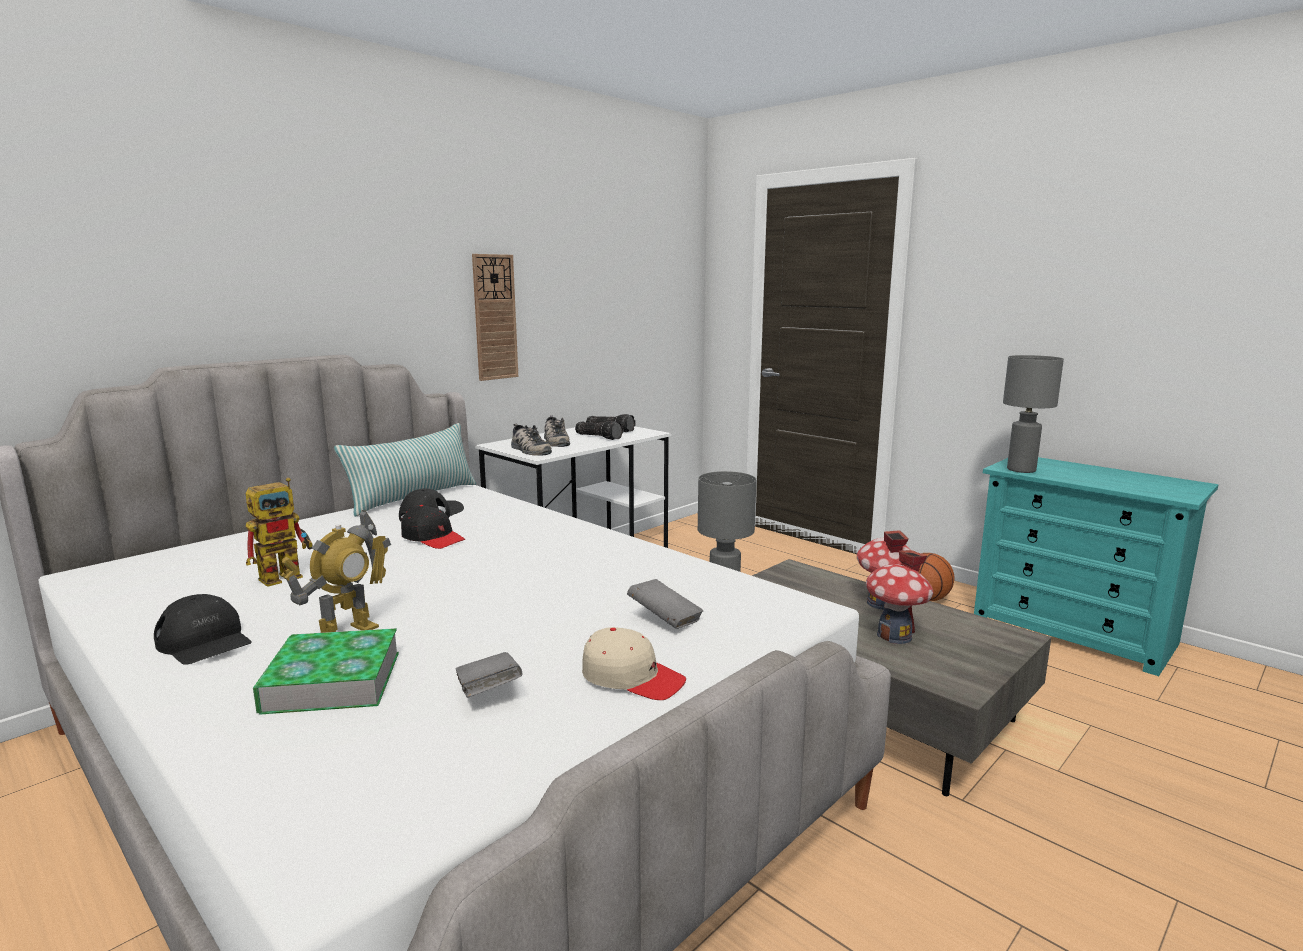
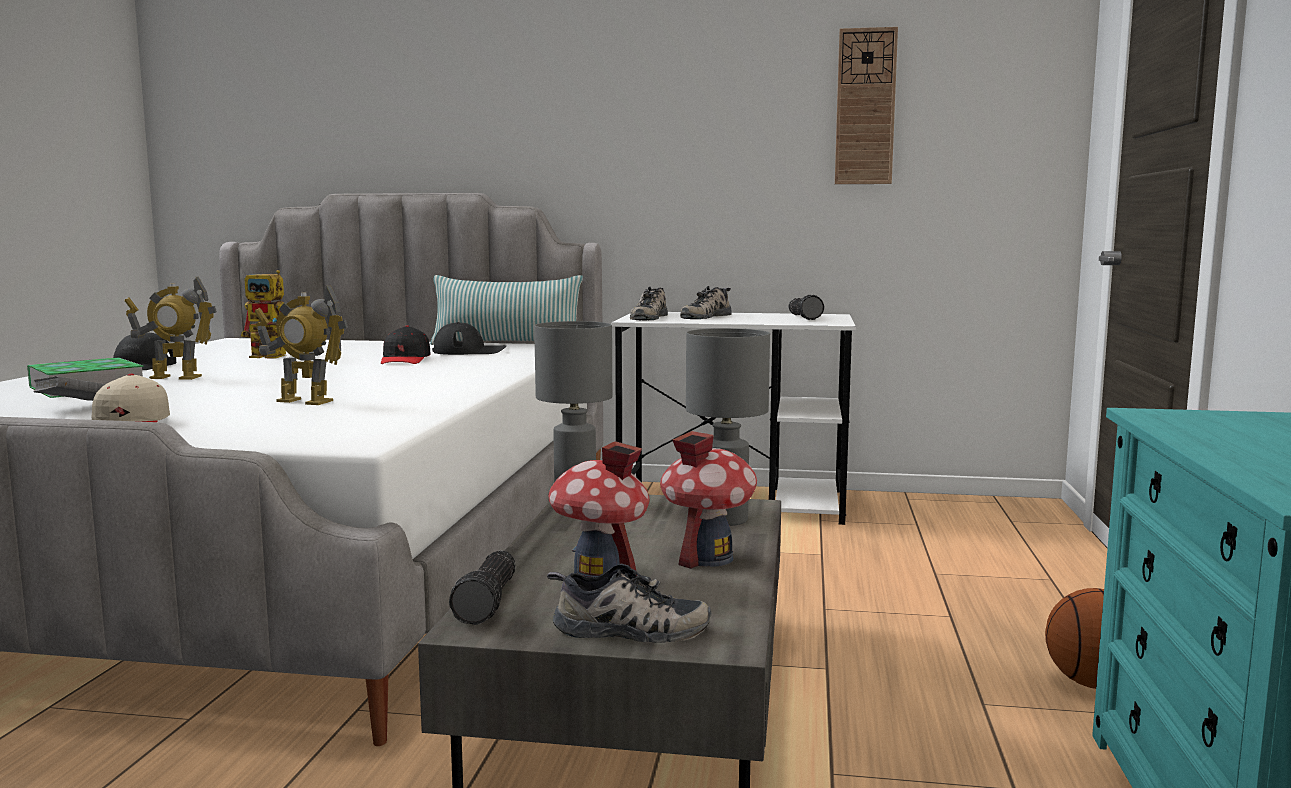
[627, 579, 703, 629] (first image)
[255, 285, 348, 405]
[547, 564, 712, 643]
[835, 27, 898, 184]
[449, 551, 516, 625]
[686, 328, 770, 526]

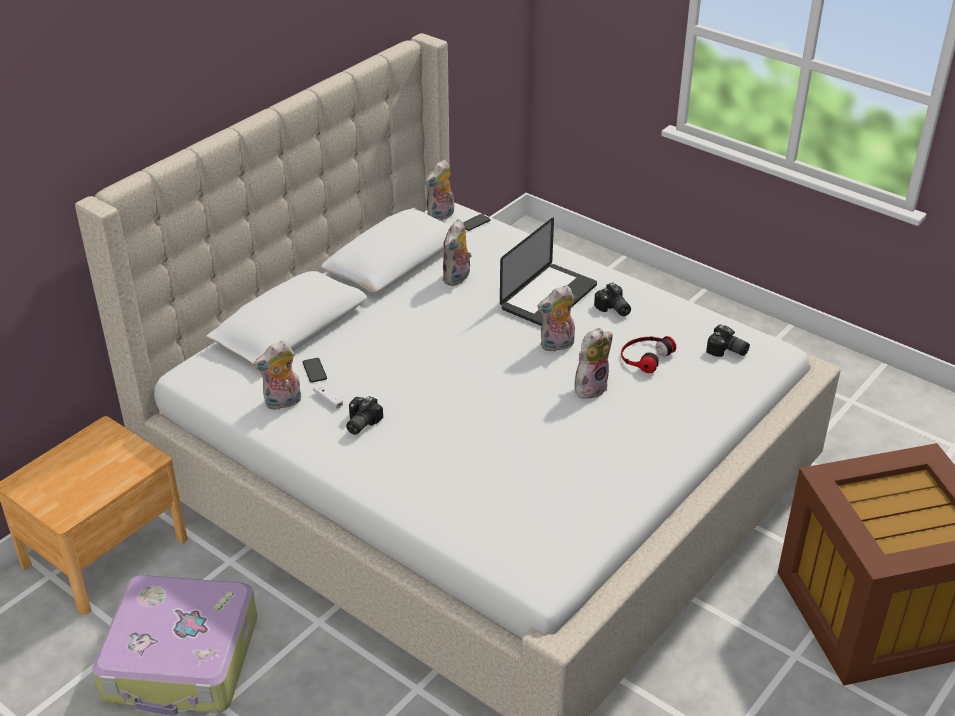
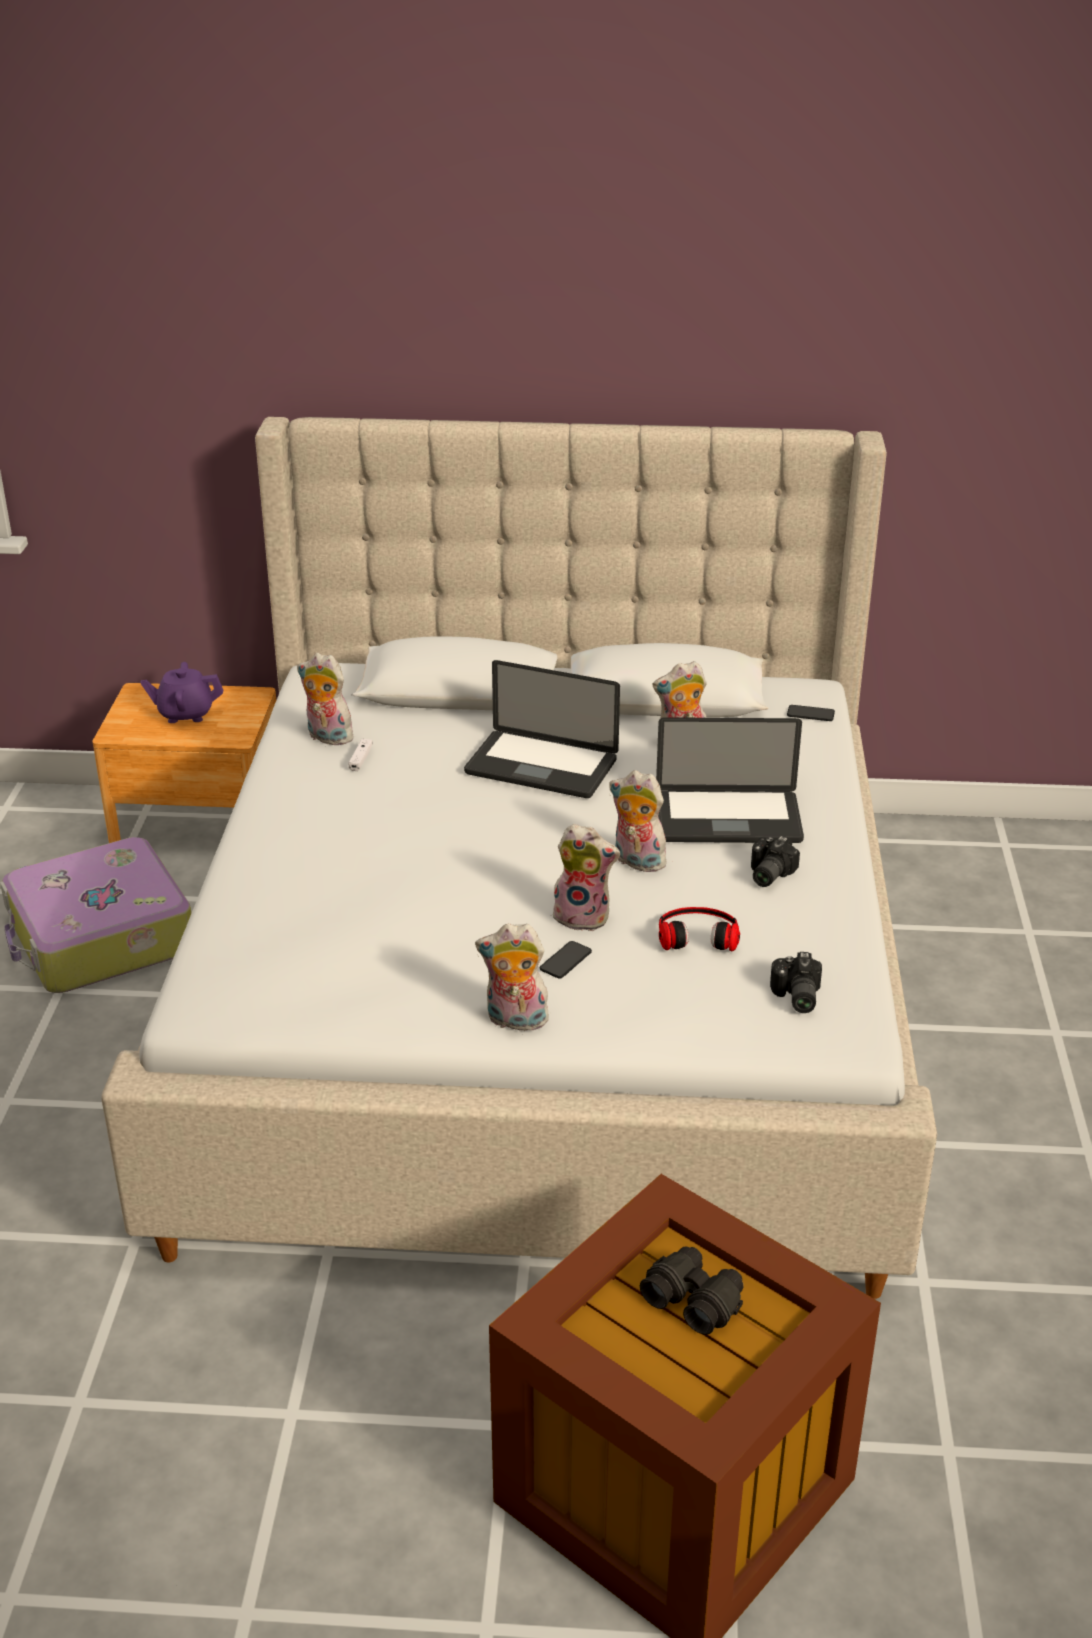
[346, 396, 383, 435] (first image)
[141, 662, 223, 723]
[464, 660, 620, 798]
[640, 1246, 743, 1335]
[540, 941, 592, 978]
[475, 923, 554, 1031]

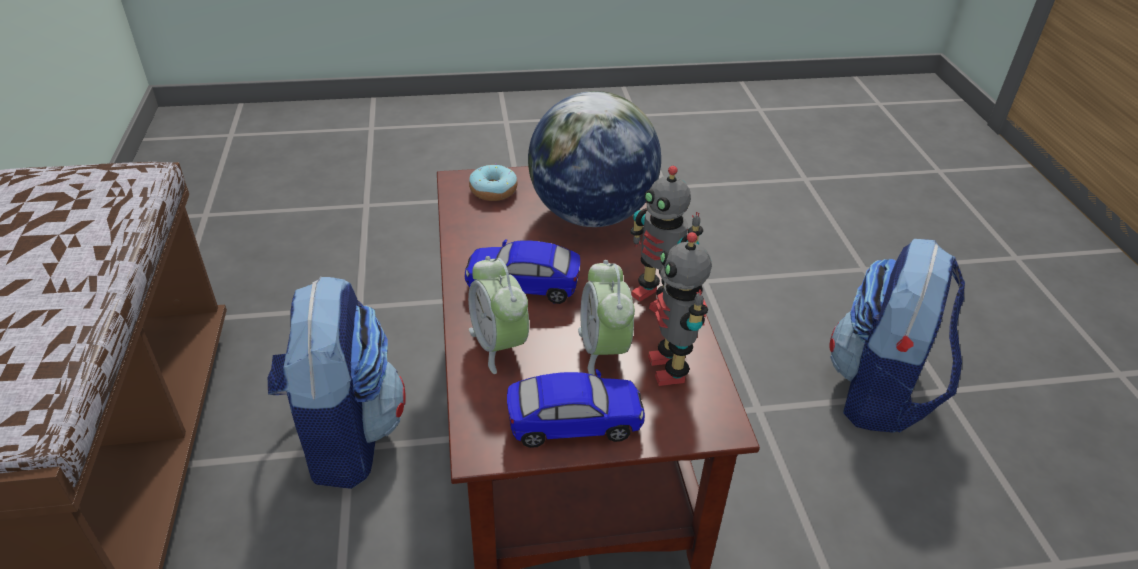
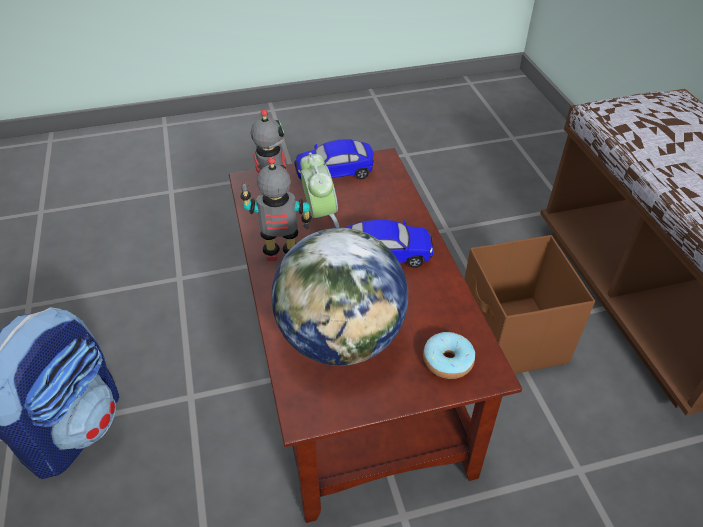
[468, 256, 529, 374] (first image)
[464, 235, 595, 374]
[240, 157, 311, 261]

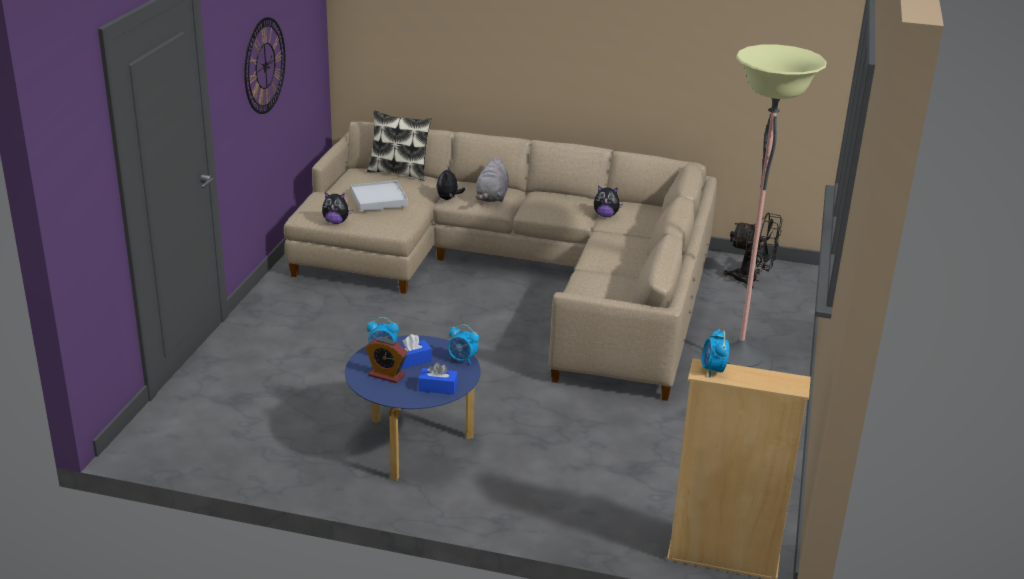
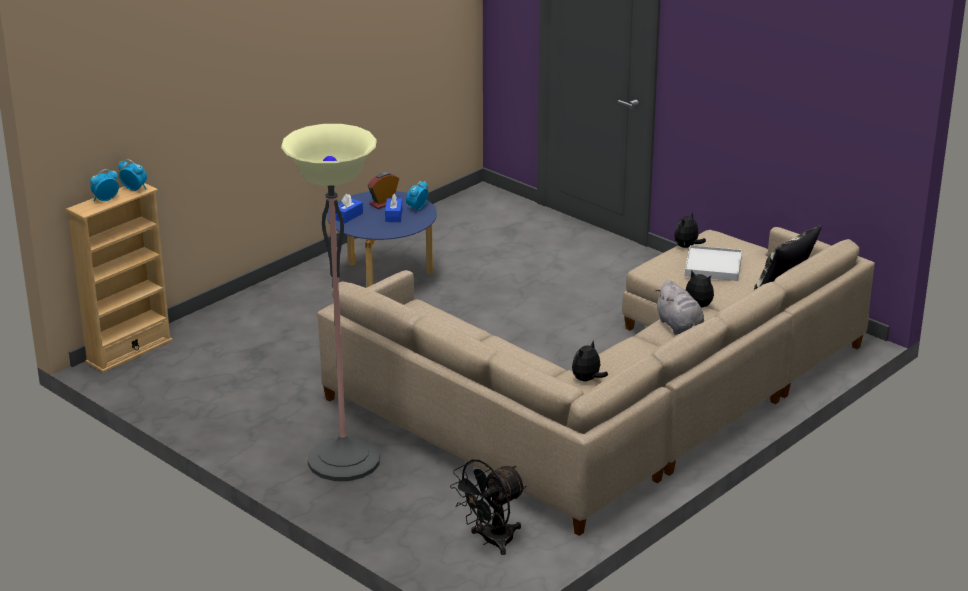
[244, 17, 285, 114] (first image)
[90, 169, 119, 201]
[655, 280, 704, 335]

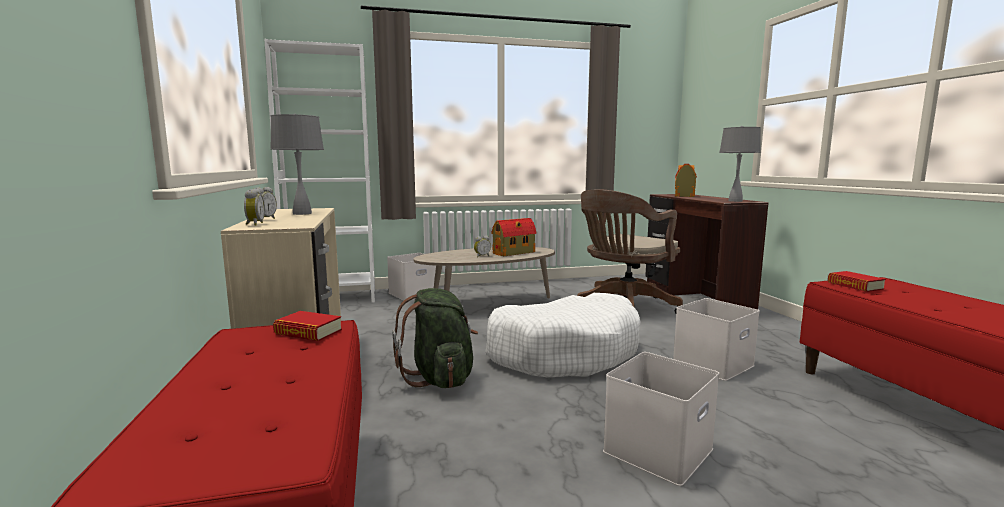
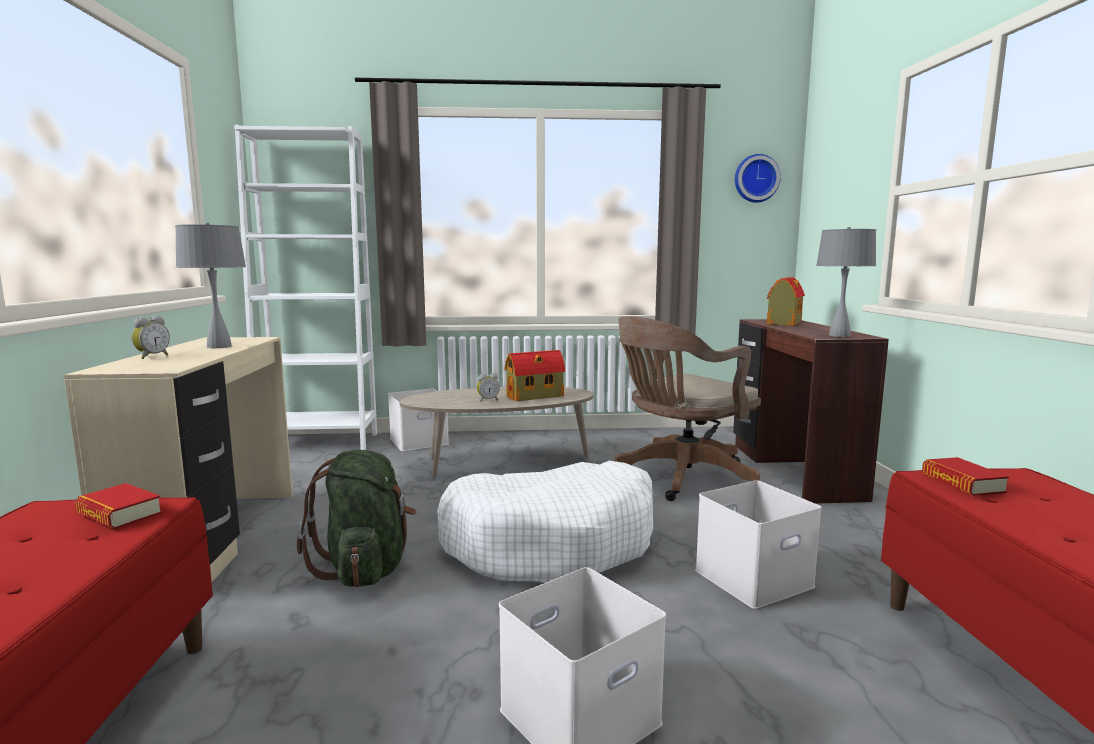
[244, 189, 265, 226] (first image)
[735, 154, 781, 203]

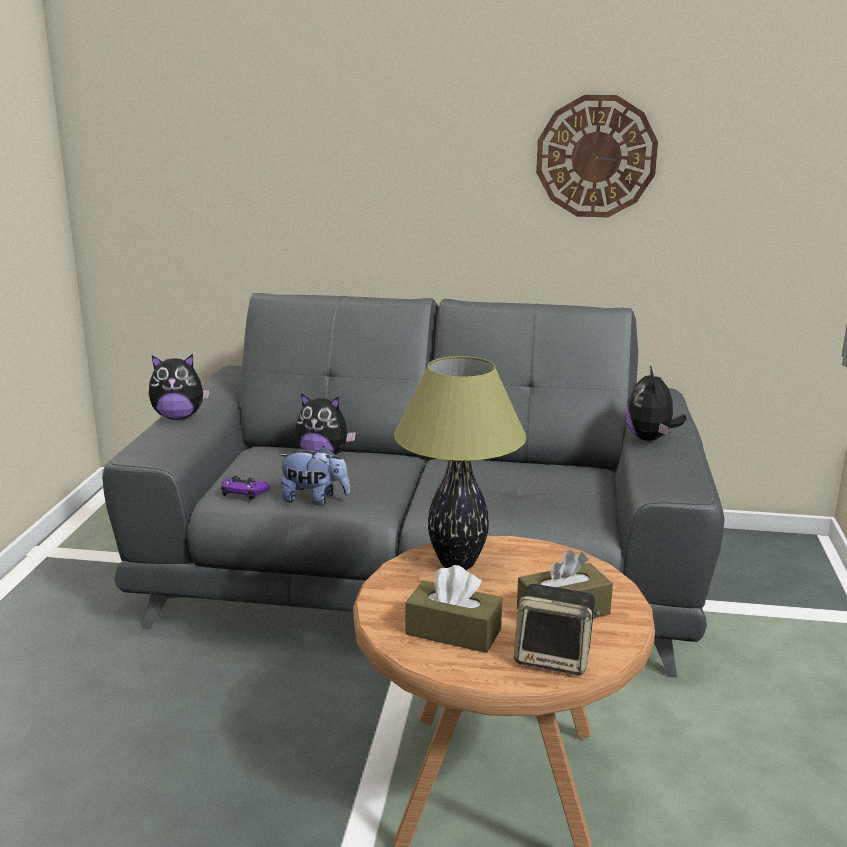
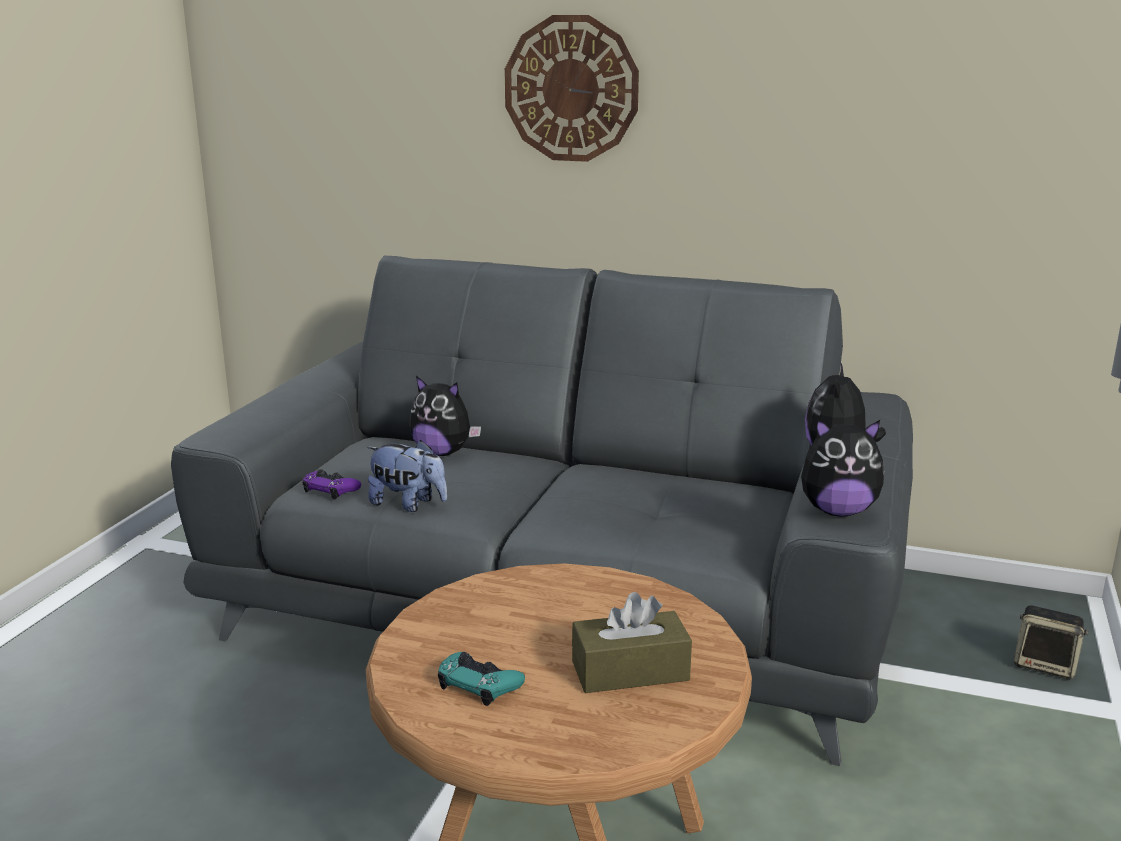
[394, 356, 526, 570] (first image)
[801, 419, 885, 517]
[1014, 605, 1088, 680]
[505, 15, 639, 162]
[438, 652, 525, 706]

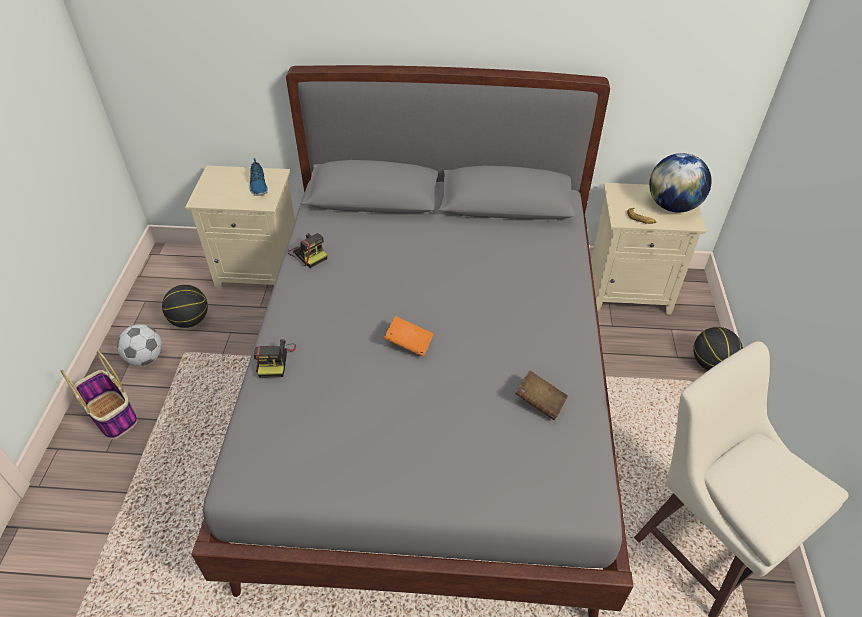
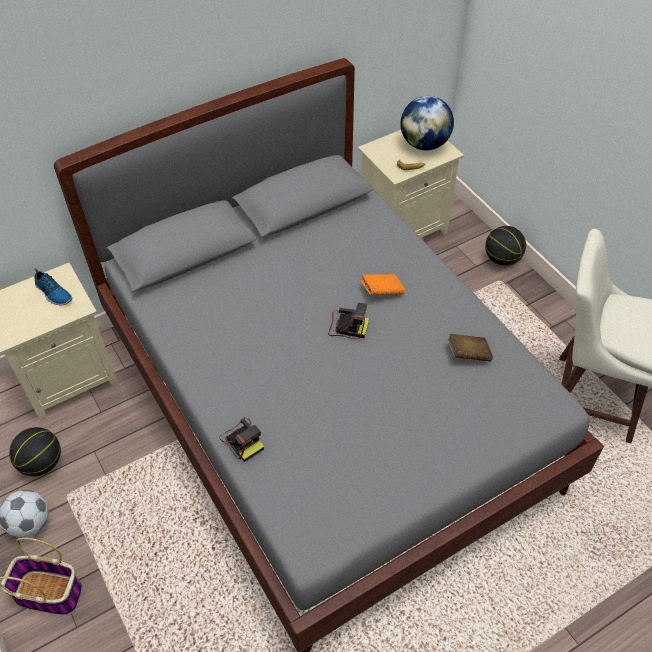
[328, 303, 369, 339]
[361, 274, 405, 295]

